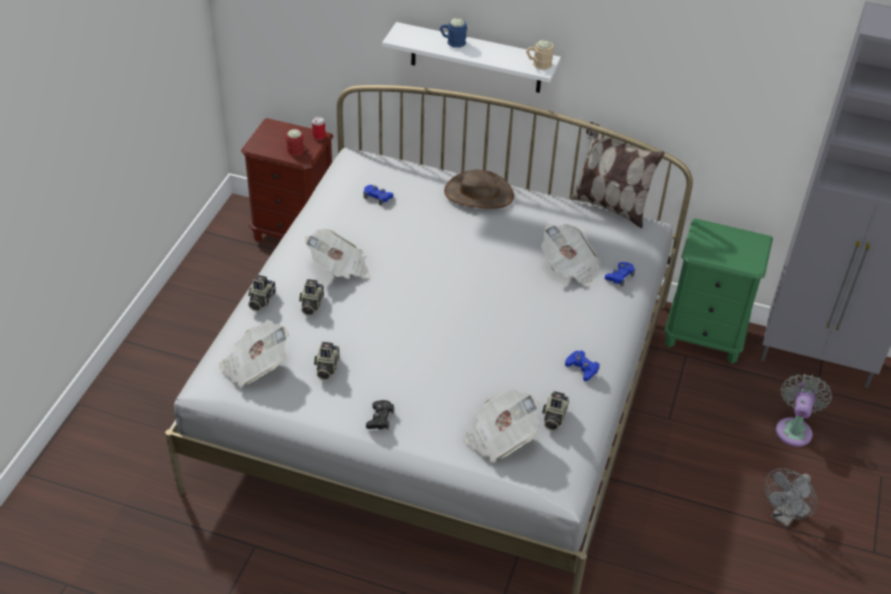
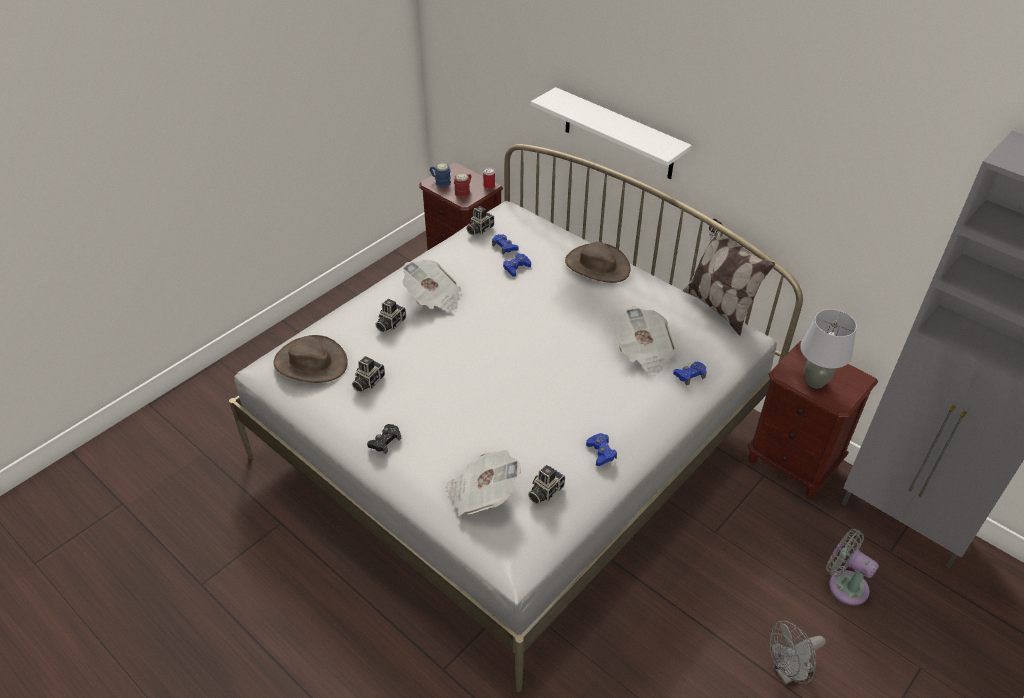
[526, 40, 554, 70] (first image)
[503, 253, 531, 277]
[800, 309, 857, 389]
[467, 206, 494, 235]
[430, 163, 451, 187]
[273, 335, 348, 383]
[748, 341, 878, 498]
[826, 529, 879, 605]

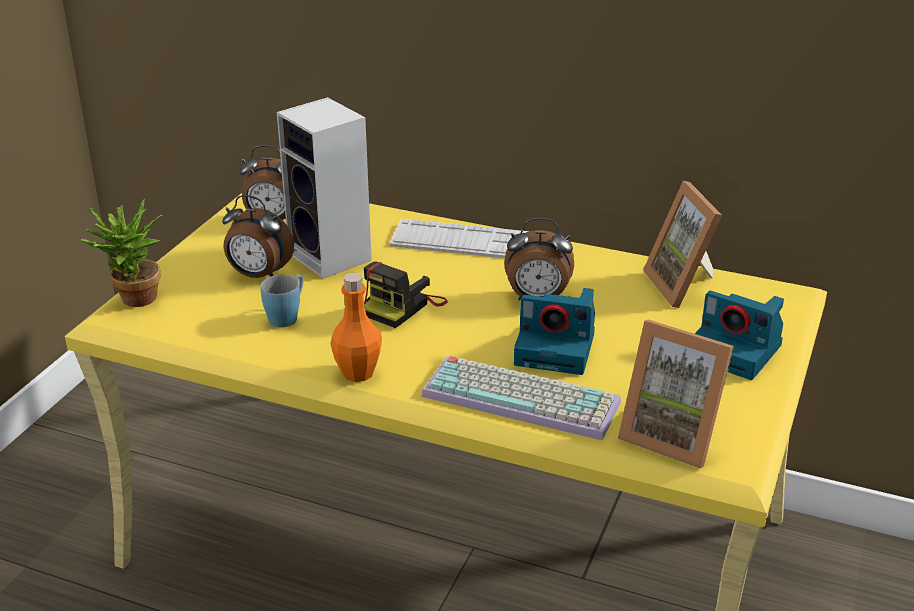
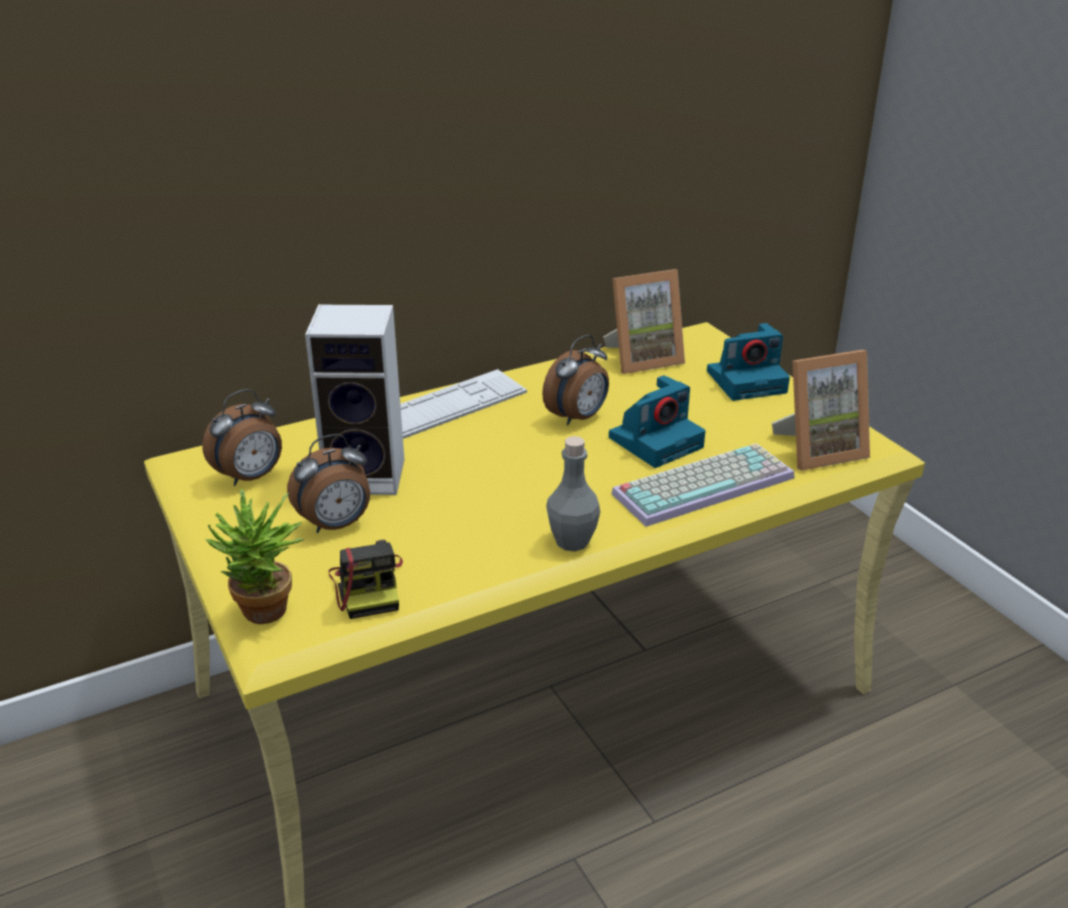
[260, 274, 303, 327] (first image)
[329, 540, 403, 619]
[546, 436, 600, 551]
[603, 269, 685, 374]

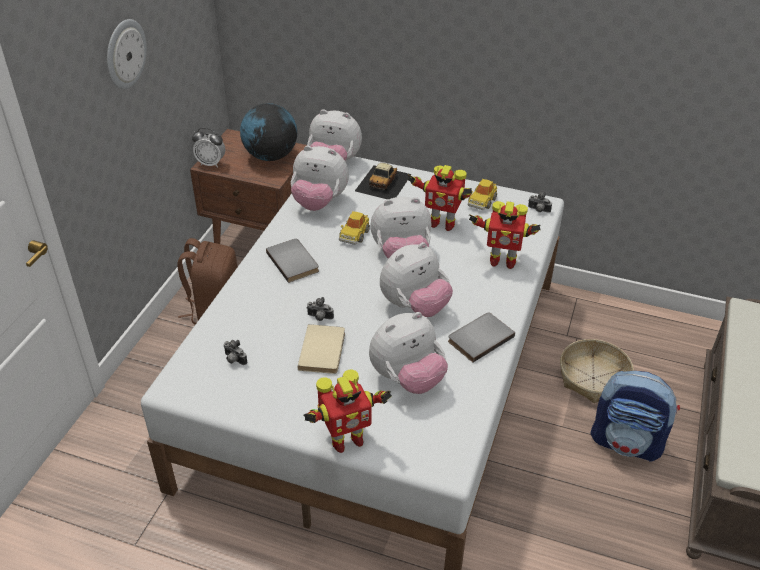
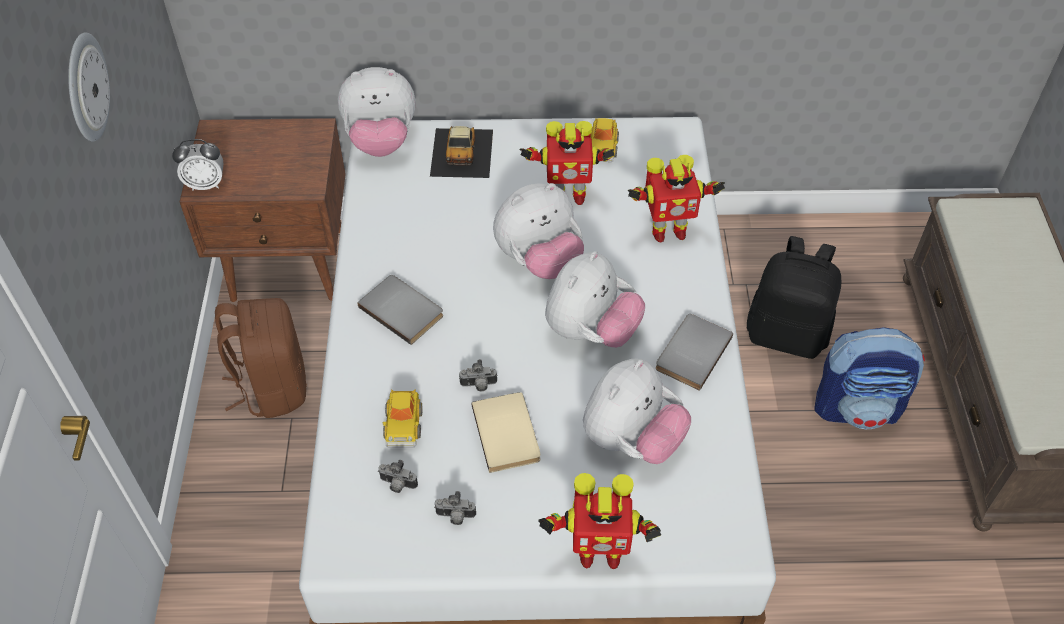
[240, 103, 297, 161] (first image)
[291, 145, 349, 211] (first image)
[383, 389, 422, 448]
[434, 491, 476, 525]
[747, 236, 841, 359]
[538, 473, 661, 569]

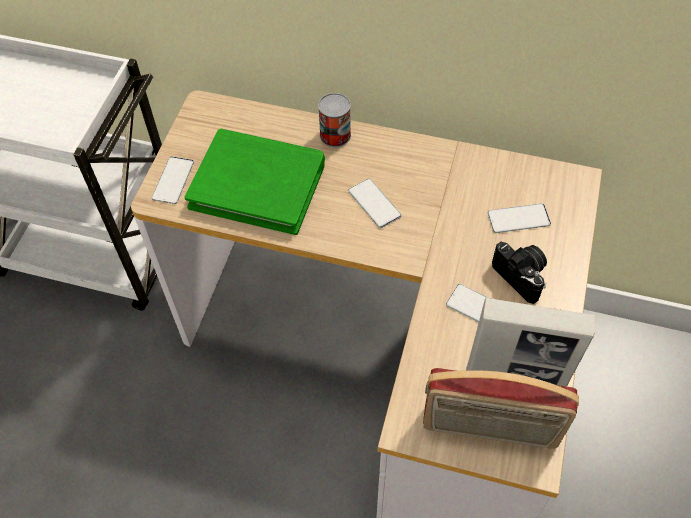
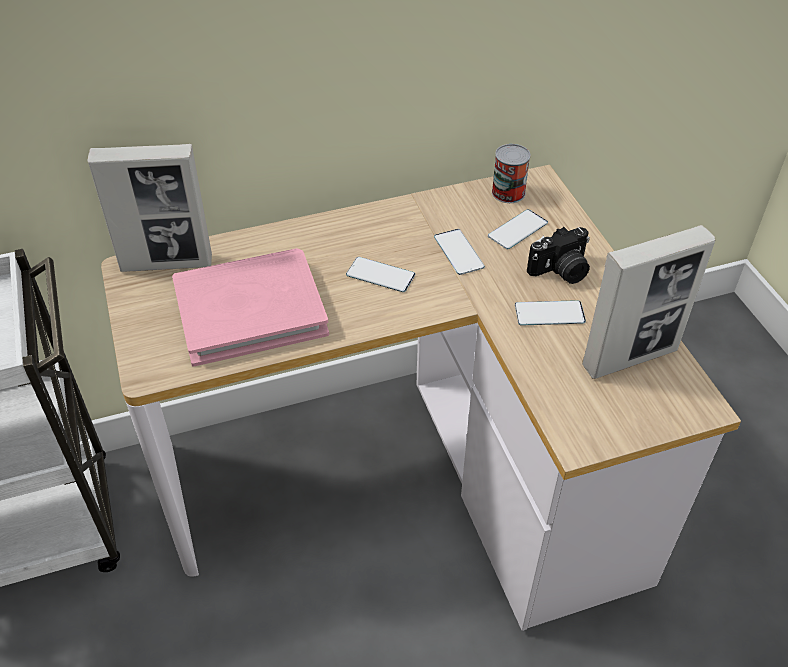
[423, 368, 579, 449] (first image)
[87, 144, 212, 272]
[434, 229, 485, 275]
[492, 144, 531, 203]
[172, 248, 329, 367]
[527, 227, 590, 284]

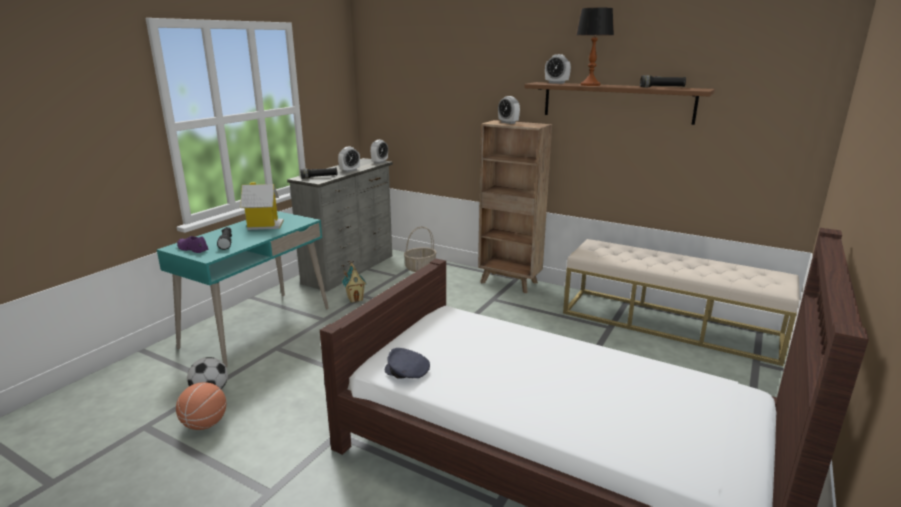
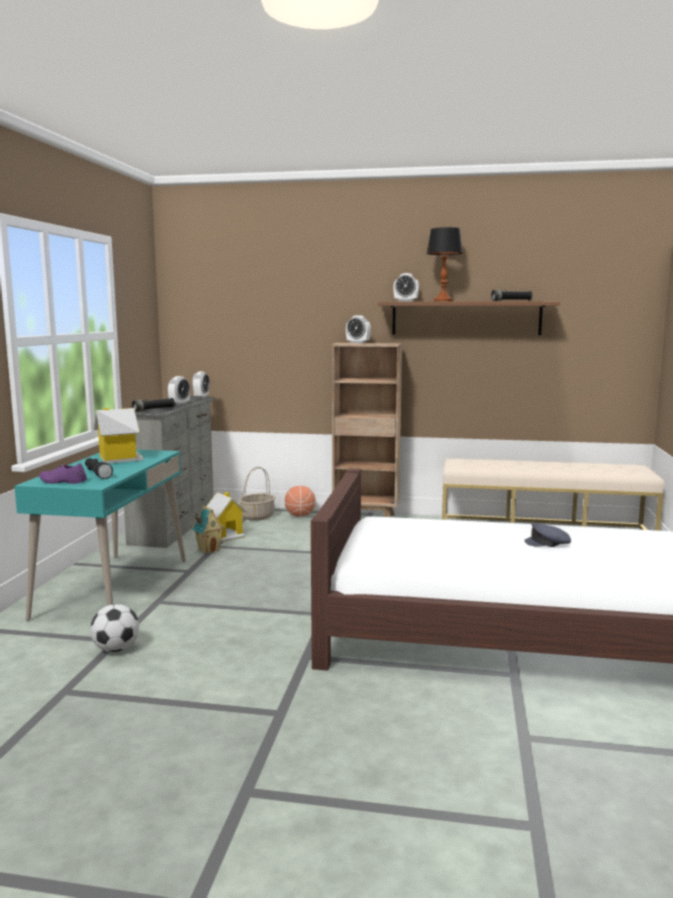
[206, 492, 248, 542]
[285, 486, 315, 517]
[524, 522, 571, 547]

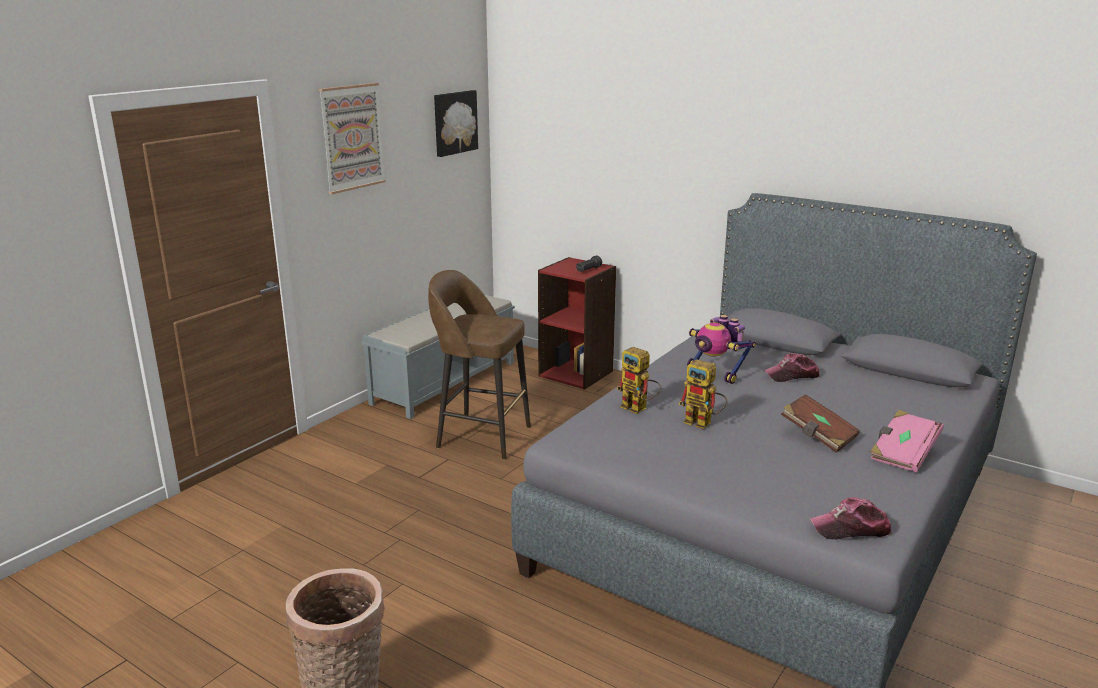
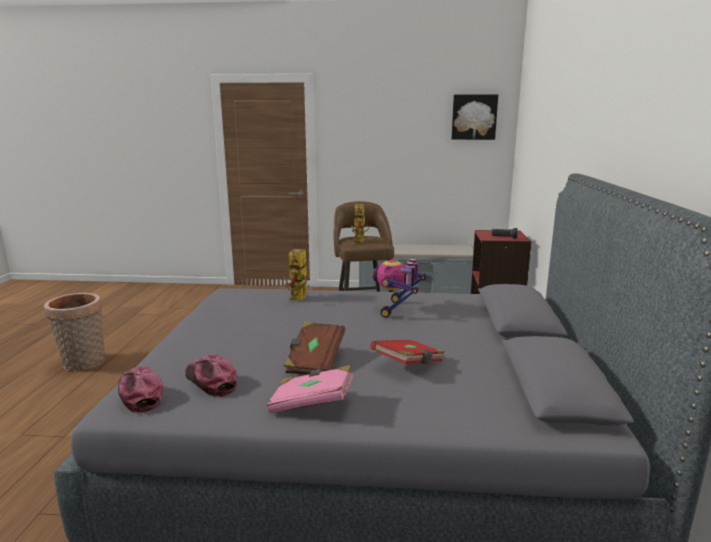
[319, 83, 386, 194] (first image)
[370, 340, 445, 364]
[351, 204, 369, 243]
[185, 354, 237, 397]

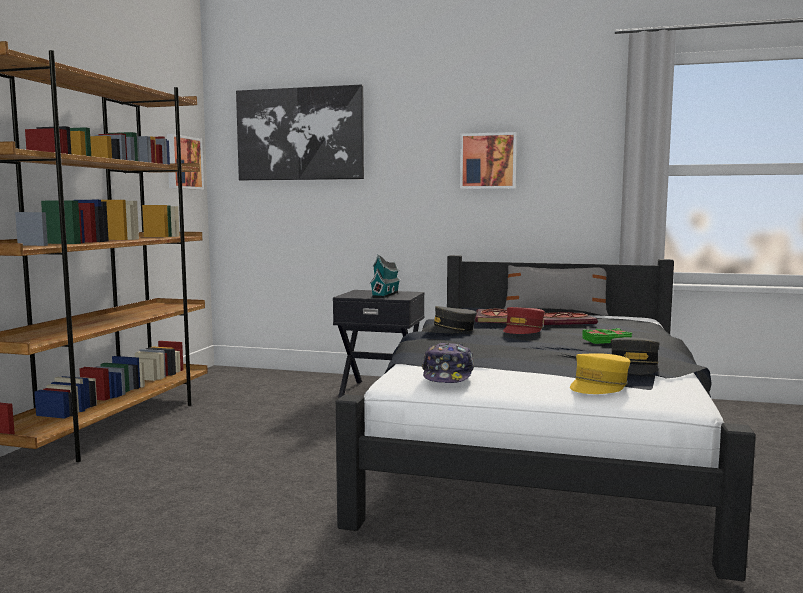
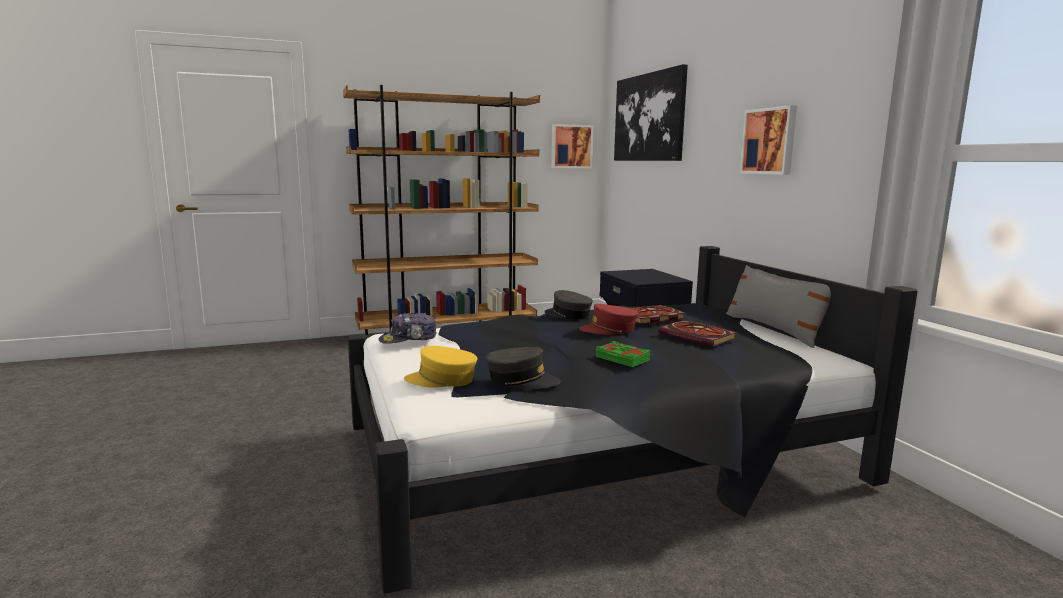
[369, 254, 400, 298] (first image)
[485, 347, 561, 389]

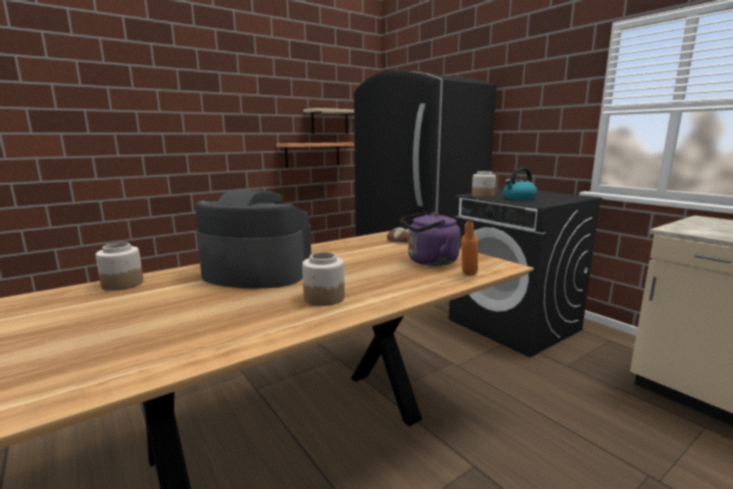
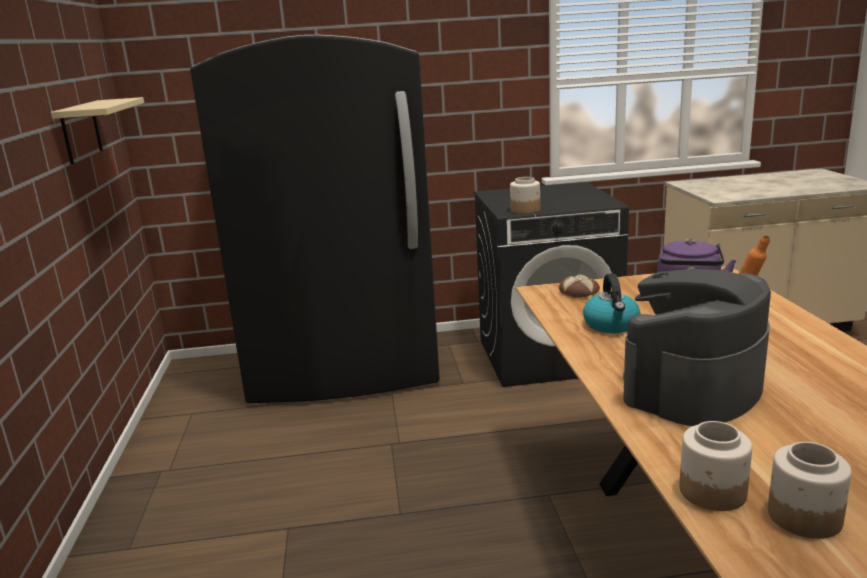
[276, 143, 355, 168] (first image)
[768, 442, 852, 539]
[583, 273, 640, 333]

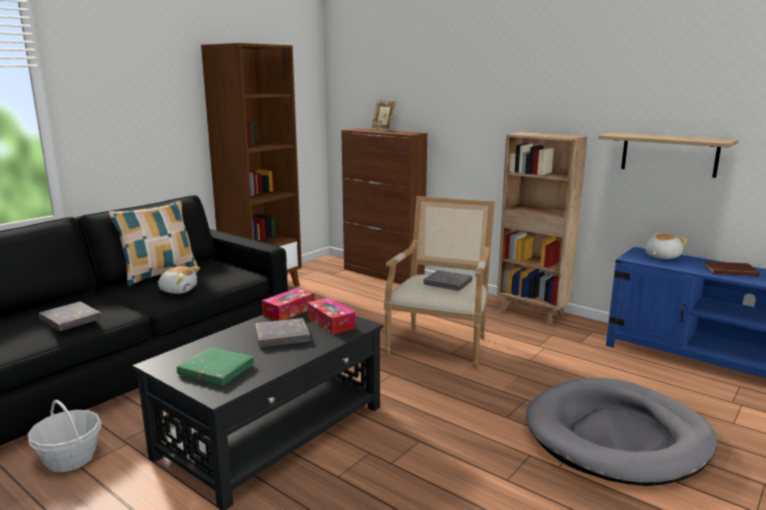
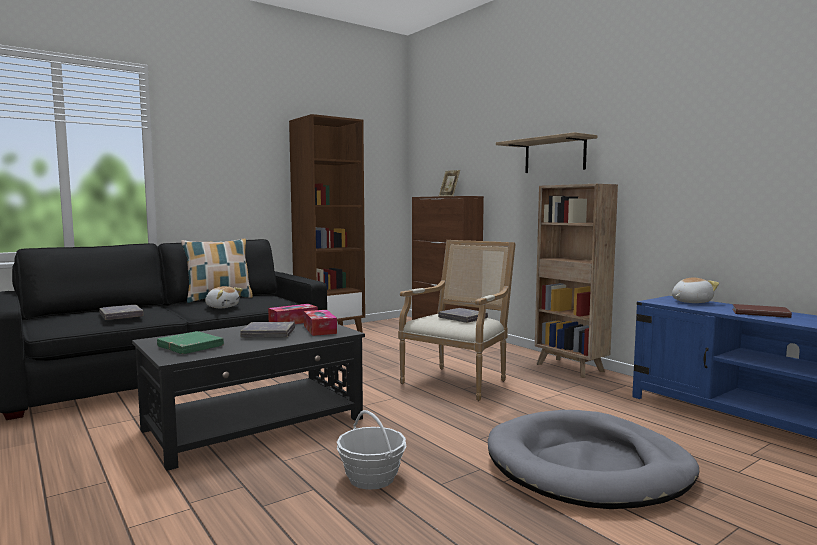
[337, 410, 407, 490]
[496, 132, 597, 173]

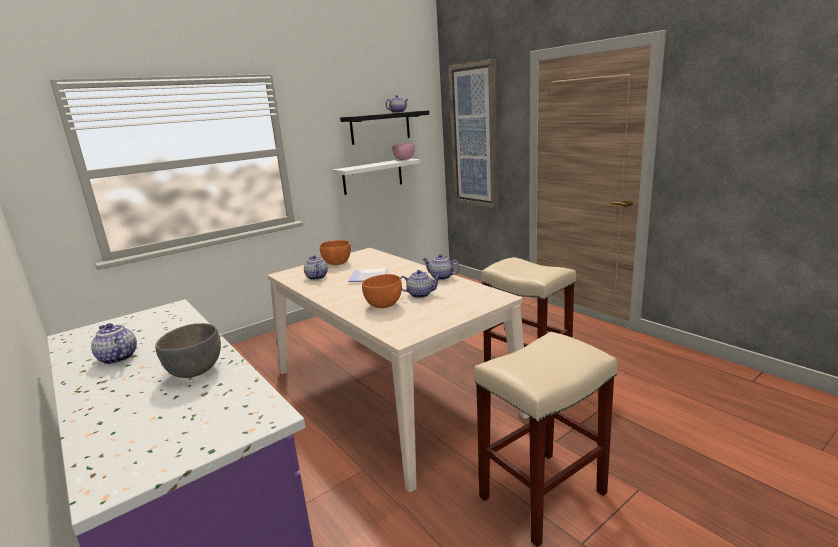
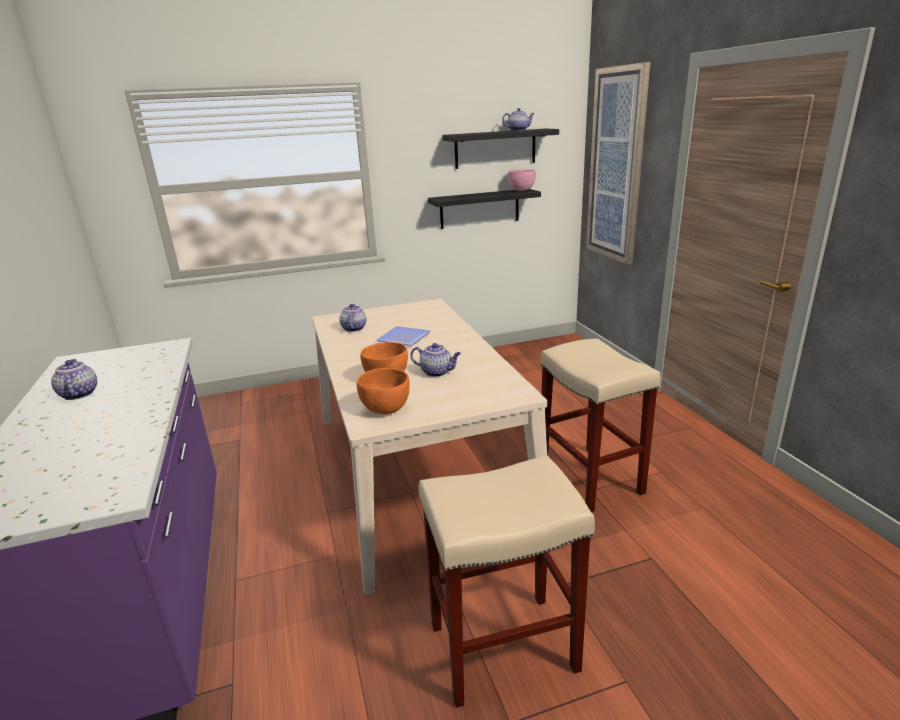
[155, 323, 221, 378] (first image)
[423, 254, 460, 280] (first image)
[357, 368, 410, 414]
[428, 189, 541, 229]

